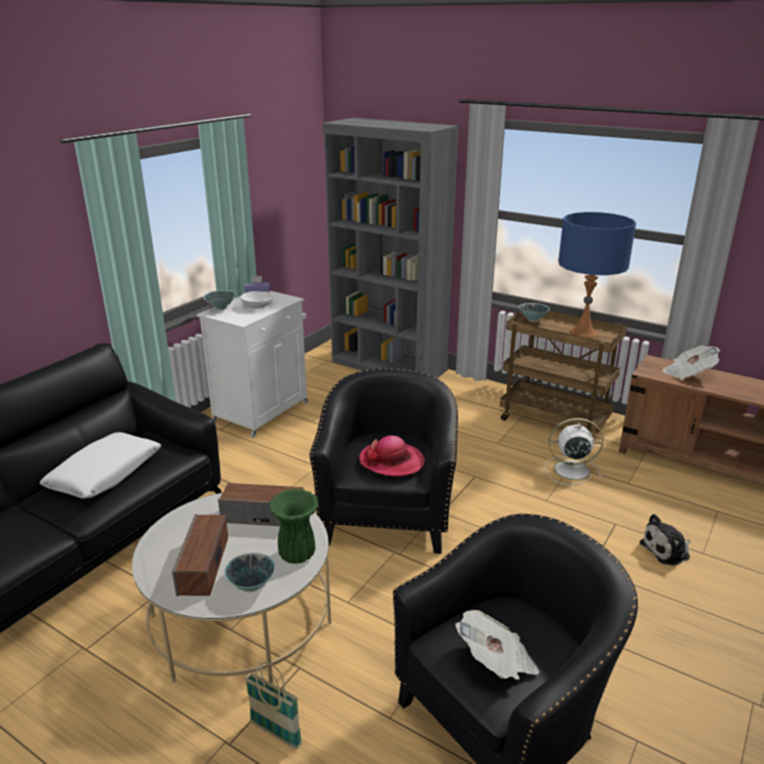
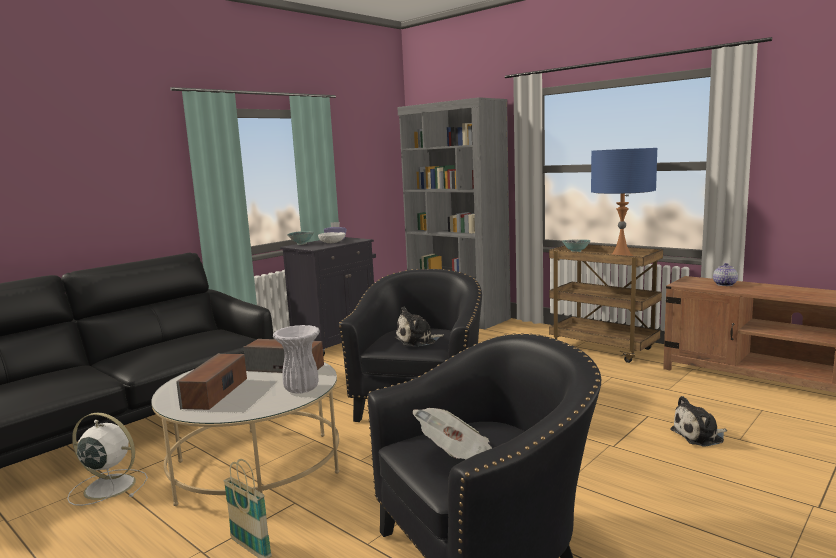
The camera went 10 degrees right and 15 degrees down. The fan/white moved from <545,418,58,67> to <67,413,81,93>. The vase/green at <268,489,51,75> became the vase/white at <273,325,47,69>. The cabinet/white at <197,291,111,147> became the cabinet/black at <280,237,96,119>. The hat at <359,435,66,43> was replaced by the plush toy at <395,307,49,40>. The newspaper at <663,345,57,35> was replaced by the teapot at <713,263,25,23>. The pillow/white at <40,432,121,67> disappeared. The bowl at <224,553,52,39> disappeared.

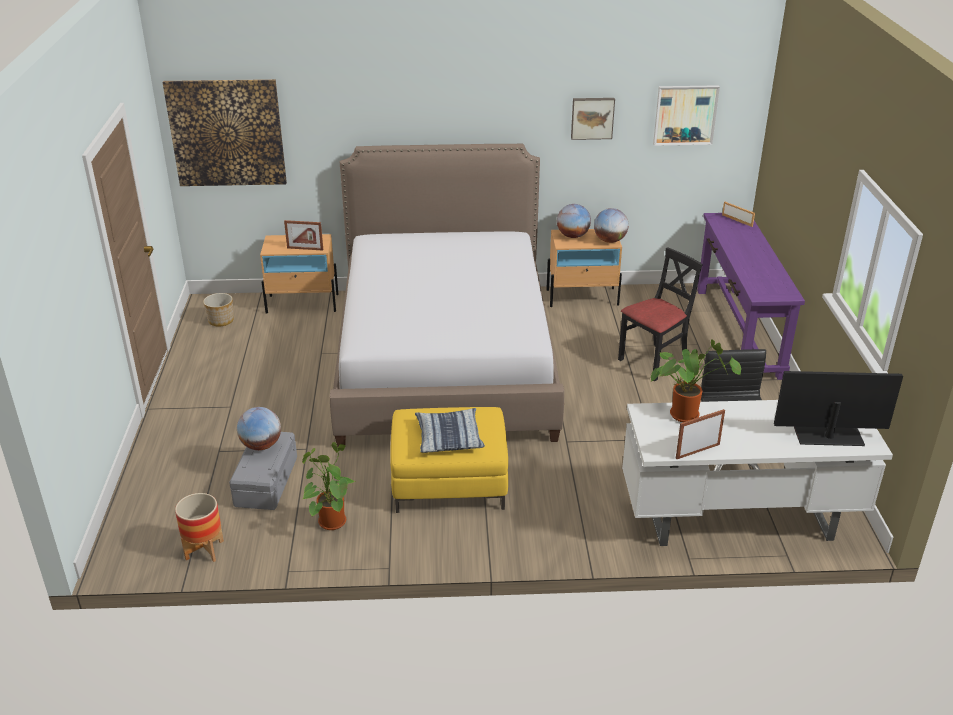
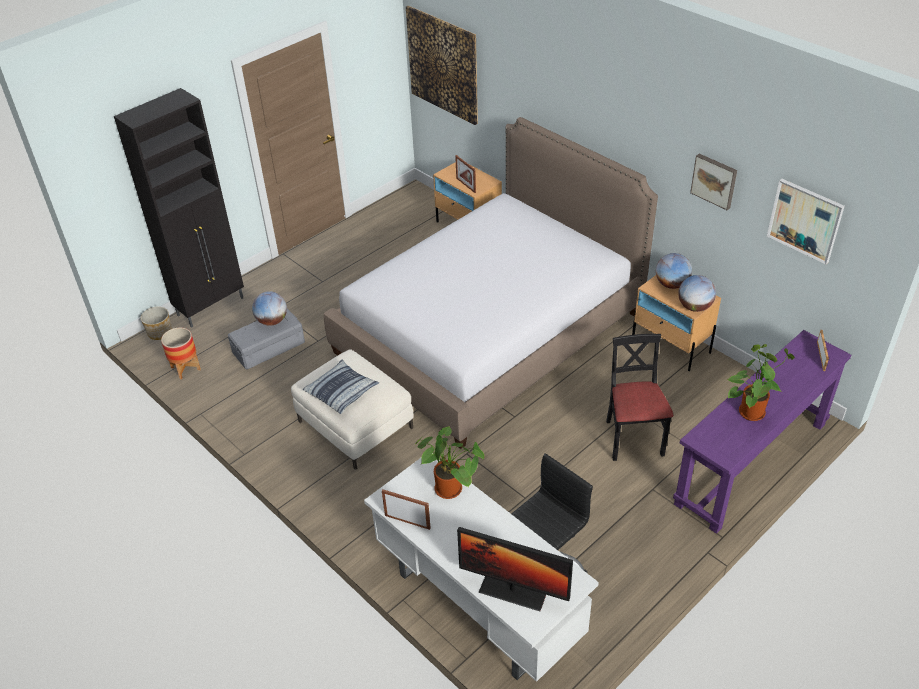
The camera went 50 degrees right and 10 degrees up. The cabinet/black at <114,88,130,240> appeared. The planter moved from <203,293,31,34> to <141,307,31,33>. The ottoman/yellow at <390,407,118,106> became the ottoman/white at <291,349,123,121>. The monitor at <774,371,129,75> turned 150 degrees clockwise. The chair/black at <618,247,85,134> turned 105 degrees counterclockwise. The potted plant moved from <302,442,53,88> to <727,344,68,77>.

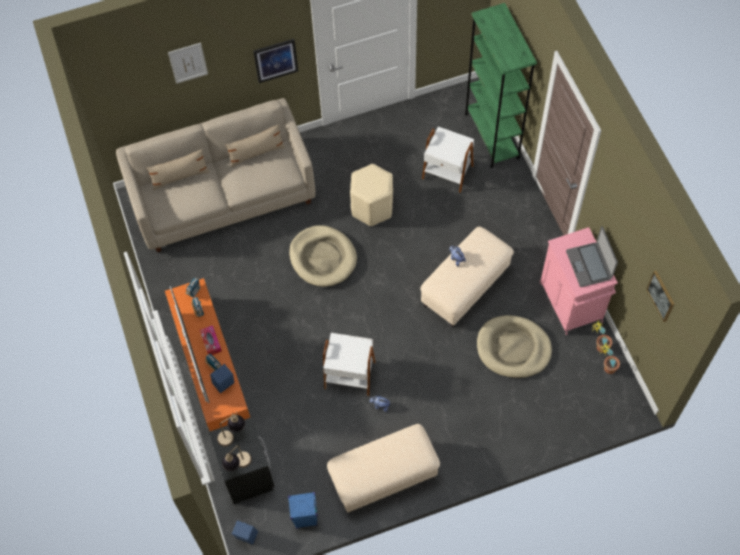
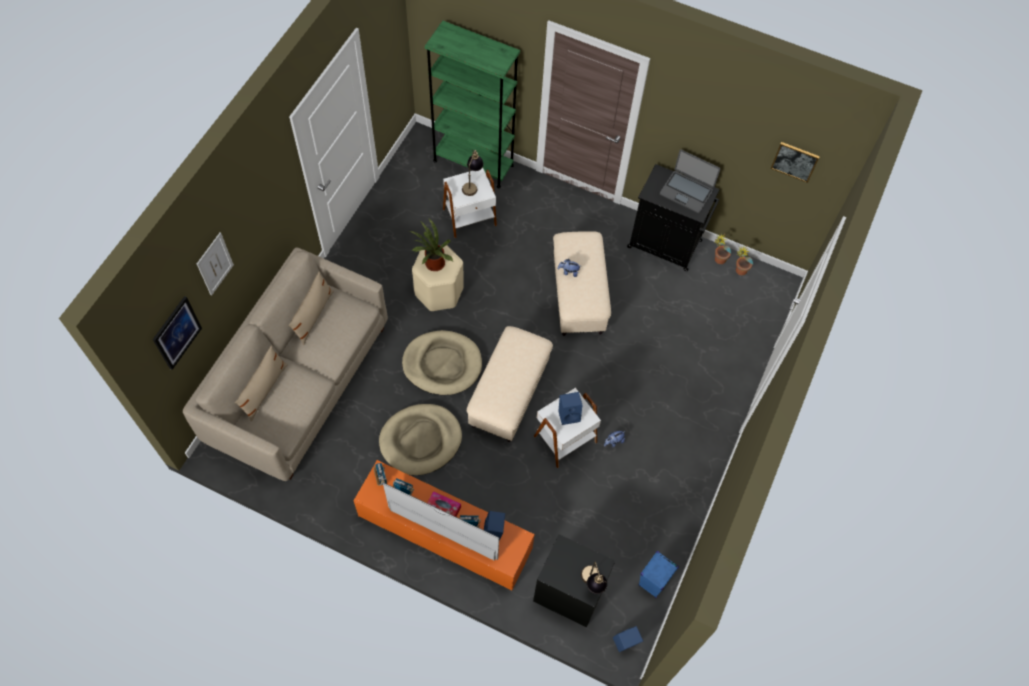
The camera went 50 degrees left and 0 degrees up. The picture moved from <253,39,45,44> to <153,296,49,74>. The dog bed/beige moved from <477,315,75,63> to <379,404,83,71>. The potted plant at <409,219,44,52> appeared. The table lamp moved from <217,411,28,35> to <462,150,22,46>. The ottoman/beige moved from <327,424,113,88> to <467,326,86,116>. The speaker/blue at <558,392,24,33> appeared. The cabinet/pink at <540,227,78,108> became the cabinet/black at <627,164,93,107>.

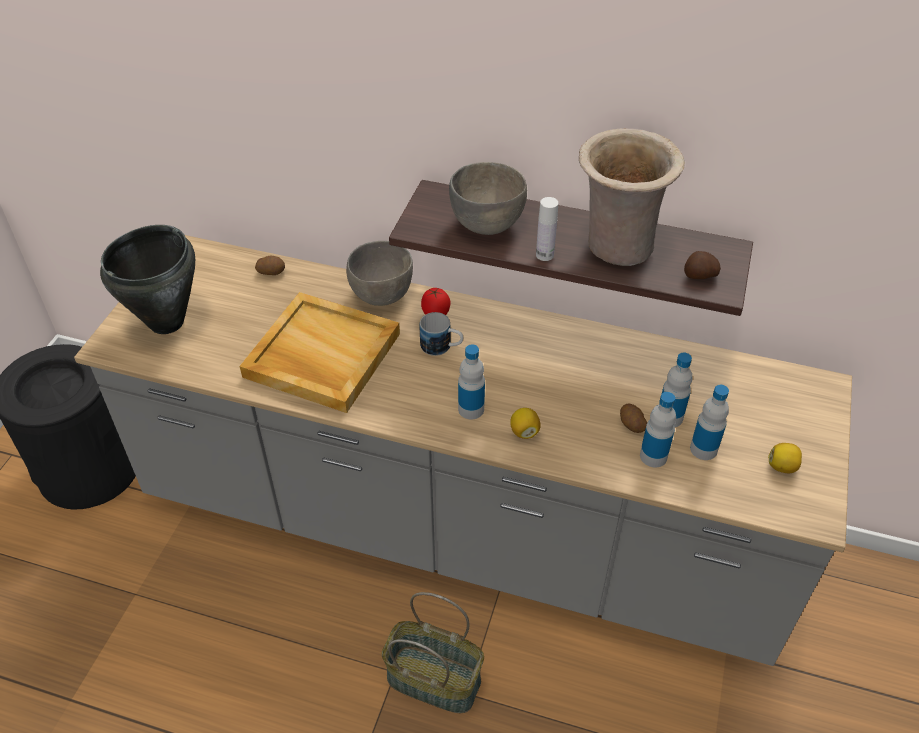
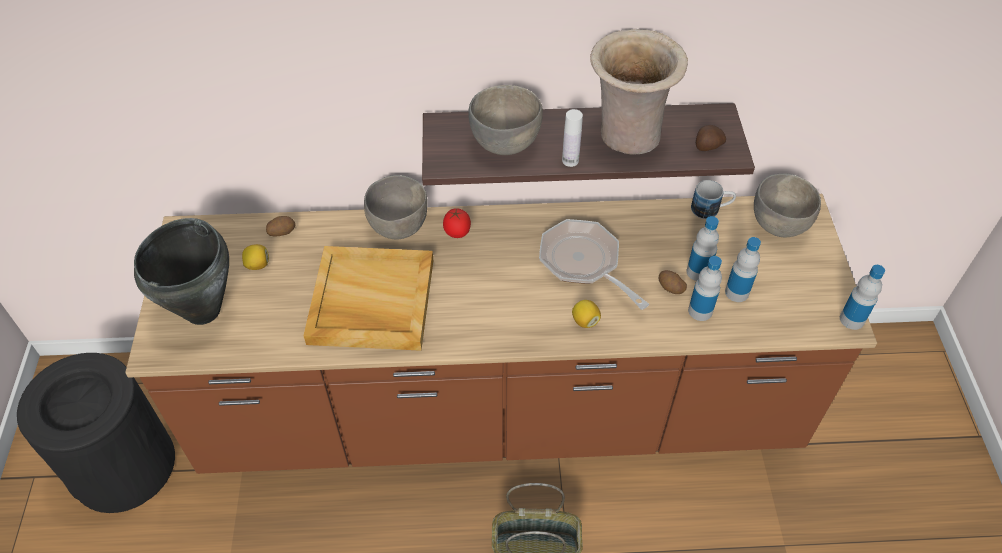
The camera went 20 degrees left and 5 degrees up. The counter/grey at <74,235,778,431> became the counter/brown at <125,194,752,280>. The lemon moved from <768,443,34,30> to <242,244,27,26>. The frying pan at <539,219,110,91> appeared. The mug moved from <420,312,43,44> to <691,180,45,39>. The bowl/grey at <754,174,67,63> appeared. The bottle moved from <458,344,27,75> to <840,265,45,65>.

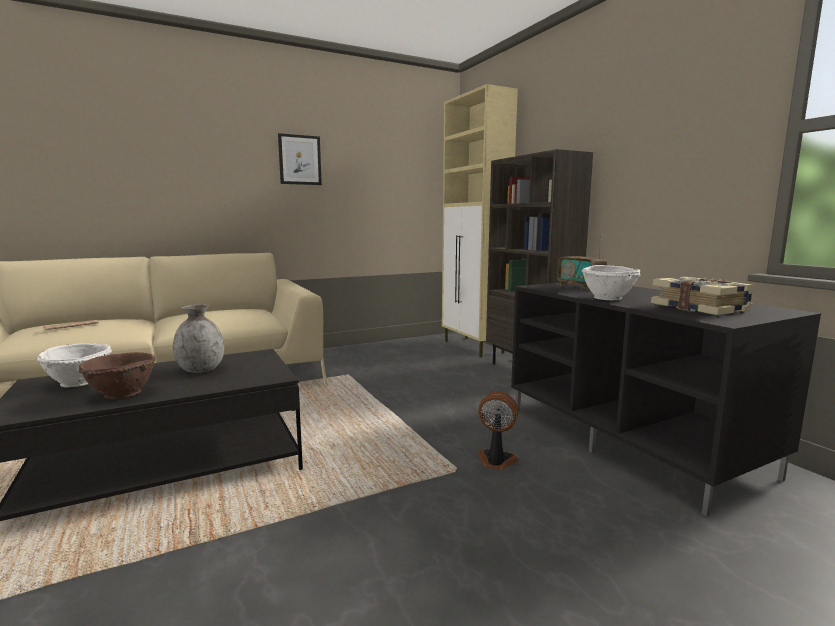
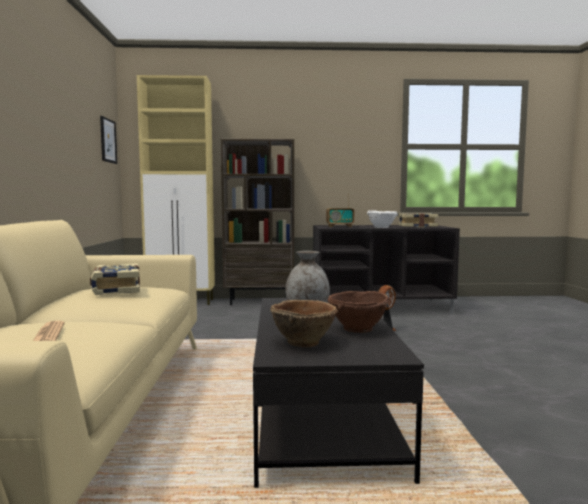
The camera went 65 degrees left and 5 degrees down. The book at <90,263,50,32> appeared. The picture moved from <278,133,44,52> to <100,116,17,48>. The bowl/white at <37,343,75,44> became the bowl/brown at <270,300,68,47>.

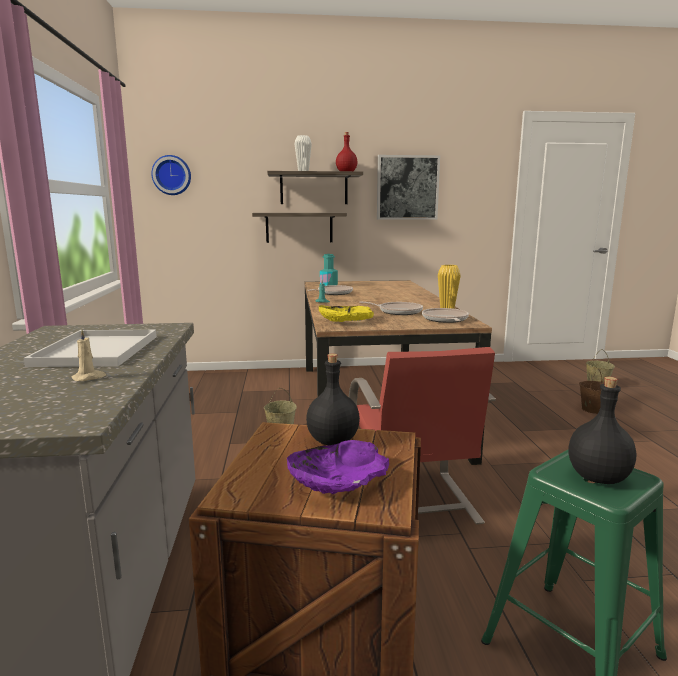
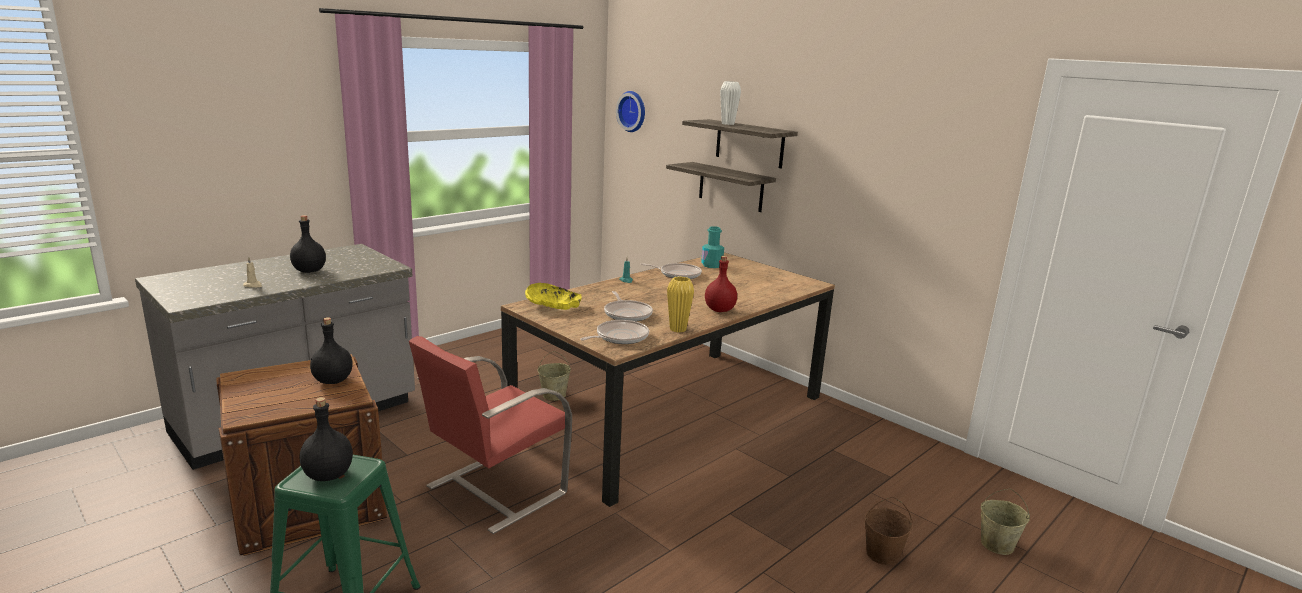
The camera went 50 degrees right and 5 degrees up. The tray/white at <24,330,133,37> was replaced by the bottle/black at <290,215,36,58>. The bottle/red moved from <336,132,21,39> to <705,256,32,56>. The bowl/purple at <287,440,102,54> disappeared. The picture at <377,155,63,65> disappeared.

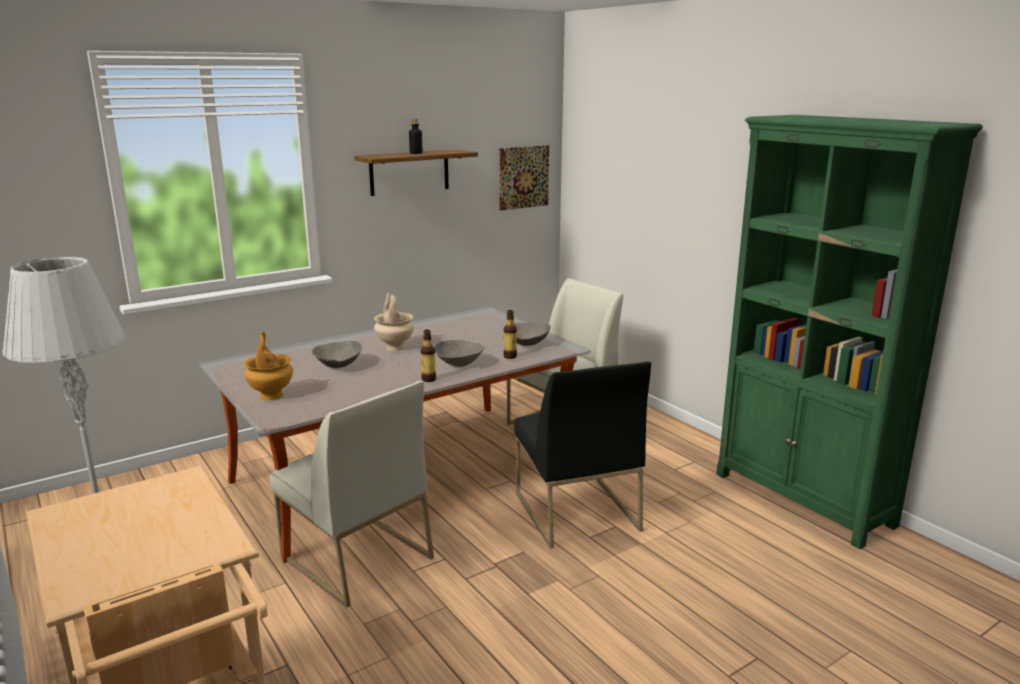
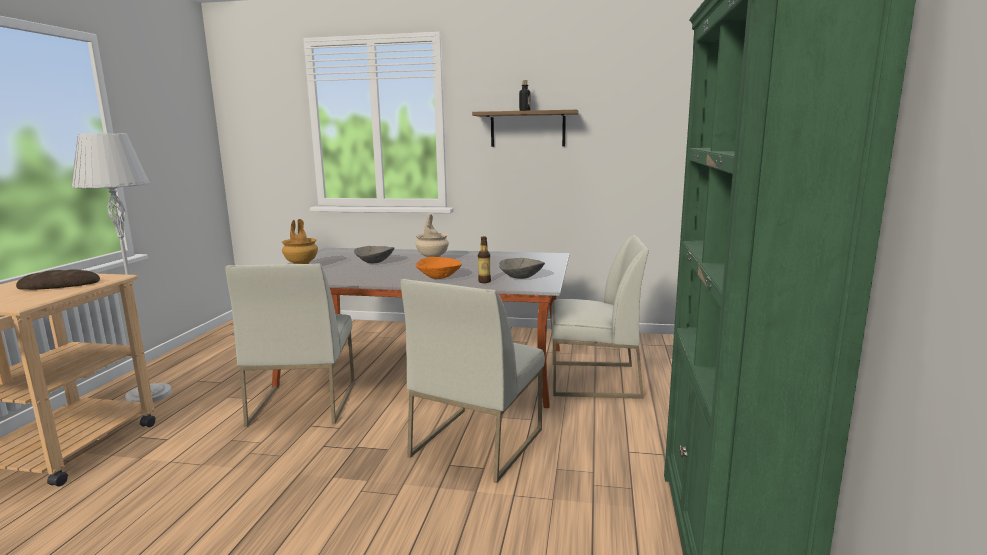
The camera went 45 degrees right and 5 degrees down. The bread at <16,269,84,21> appeared. The chair/black at <514,361,137,187> became the chair/white at <401,279,144,204>. The bowl/grey at <434,340,50,27> became the bowl/orange at <415,257,47,22>. The bottle at <421,329,15,53> disappeared. The picture at <499,145,50,66> disappeared.

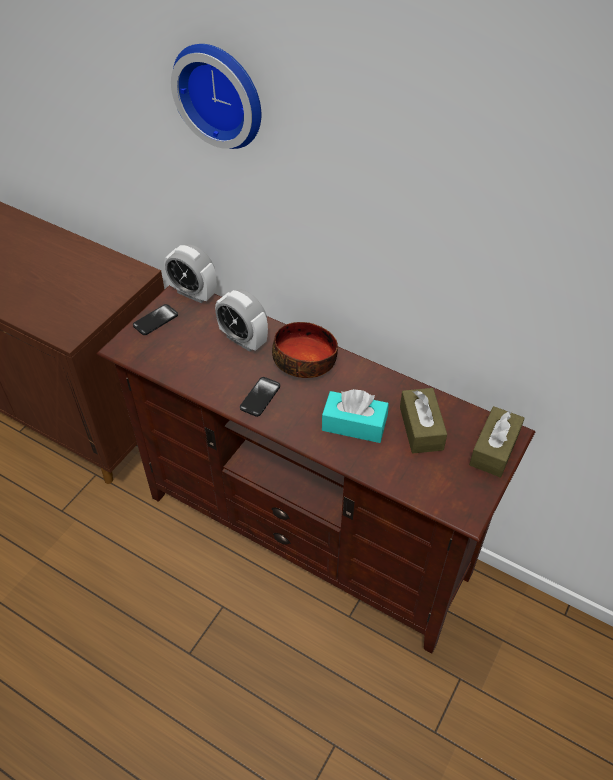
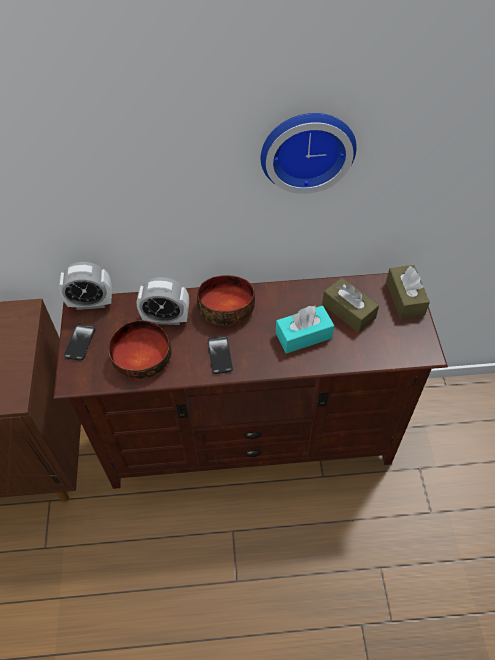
The camera went 35 degrees left and 5 degrees up. The bowl at <108,320,64,59> appeared. The wall clock moved from <171,44,90,105> to <261,113,96,81>.

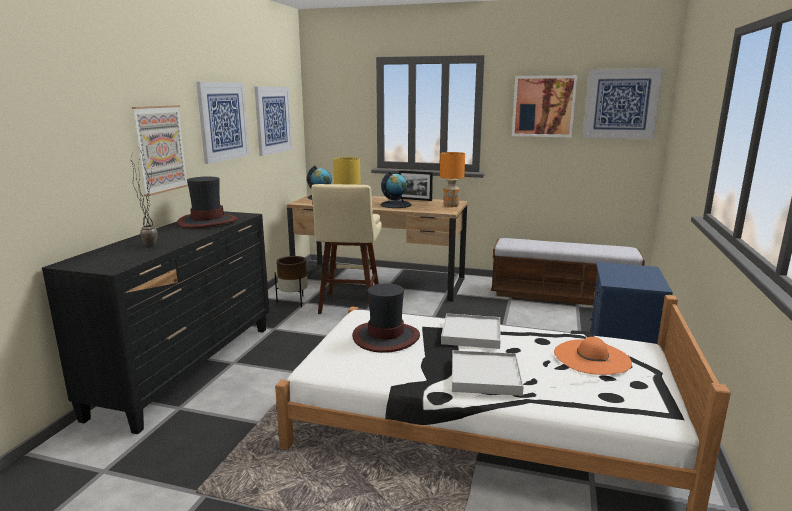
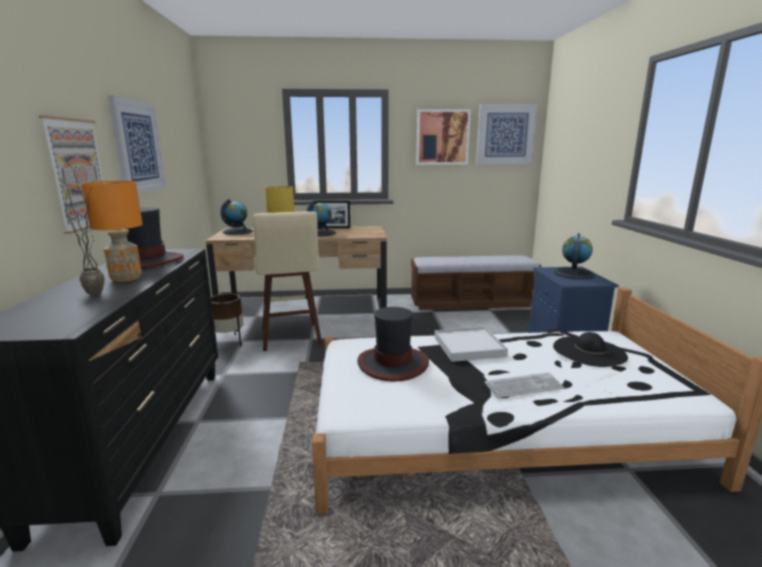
The camera went 20 degrees left and 0 degrees up. The table lamp/orange moved from <440,152,25,55> to <82,181,61,101>. The tray/white at <452,350,72,46> was replaced by the keyboard at <485,373,79,25>. The hat/orange at <554,337,78,38> became the hat/black at <553,332,75,35>. The globe at <554,233,41,46> appeared. The picture at <254,87,38,69> disappeared.

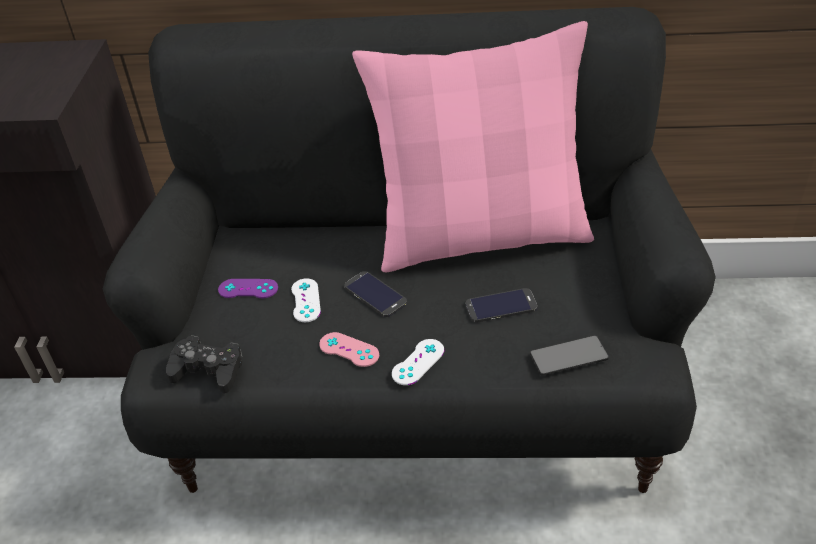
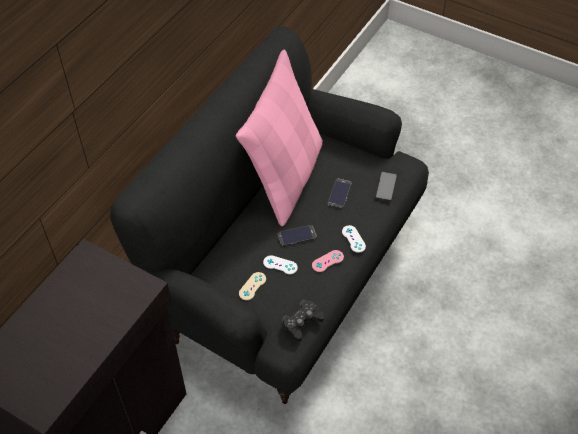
The camera went 65 degrees left and 10 degrees up. The game controller/purple at <218,279,60,19> became the game controller/beige at <239,272,27,28>.

